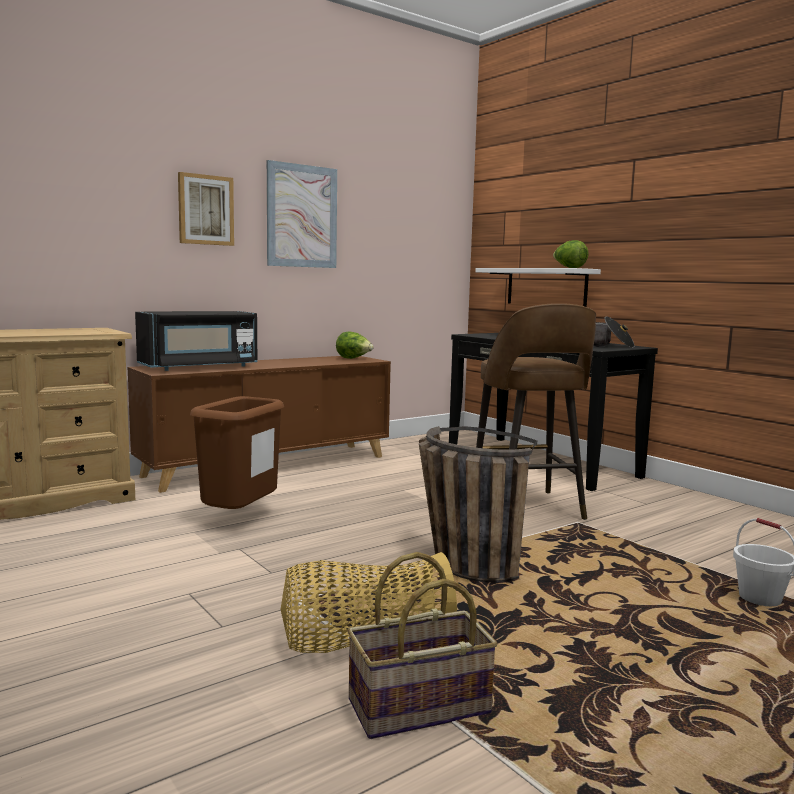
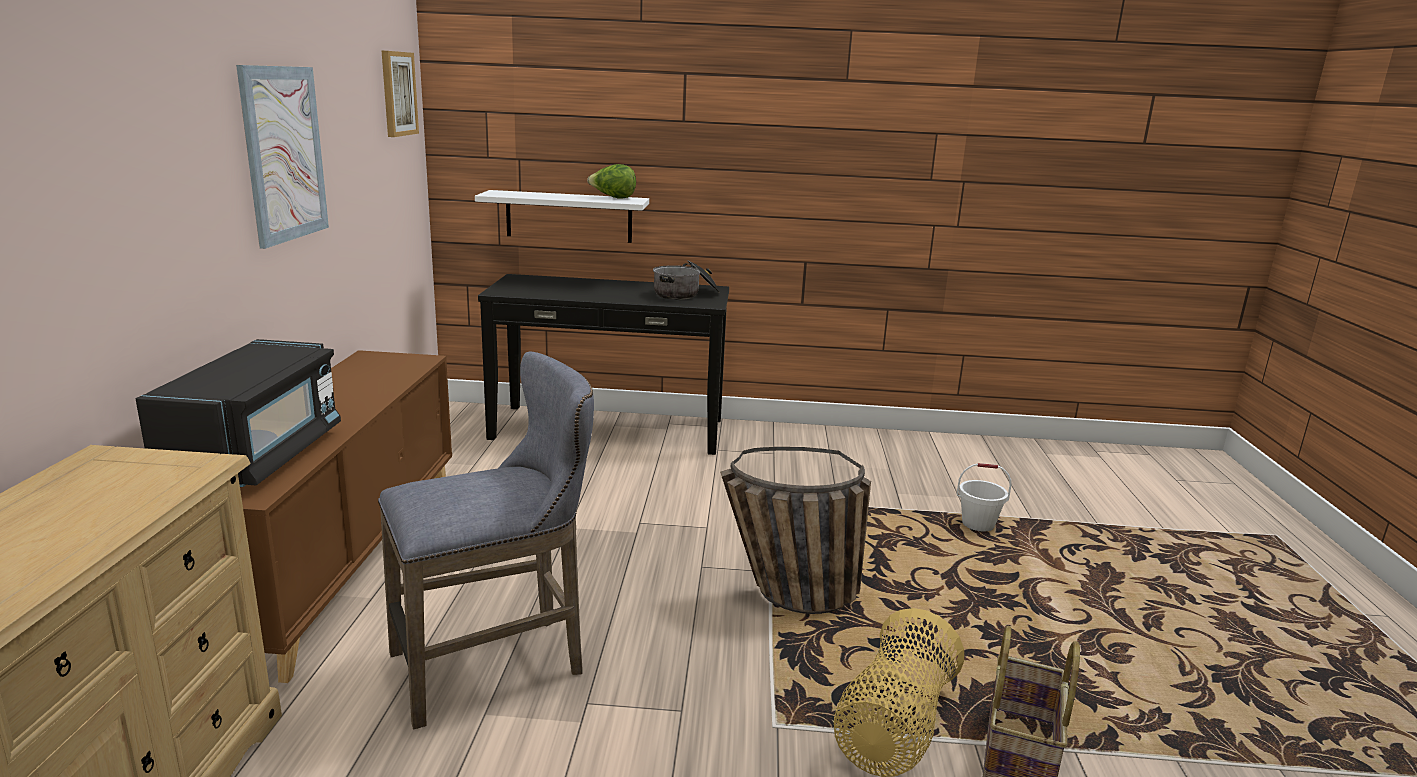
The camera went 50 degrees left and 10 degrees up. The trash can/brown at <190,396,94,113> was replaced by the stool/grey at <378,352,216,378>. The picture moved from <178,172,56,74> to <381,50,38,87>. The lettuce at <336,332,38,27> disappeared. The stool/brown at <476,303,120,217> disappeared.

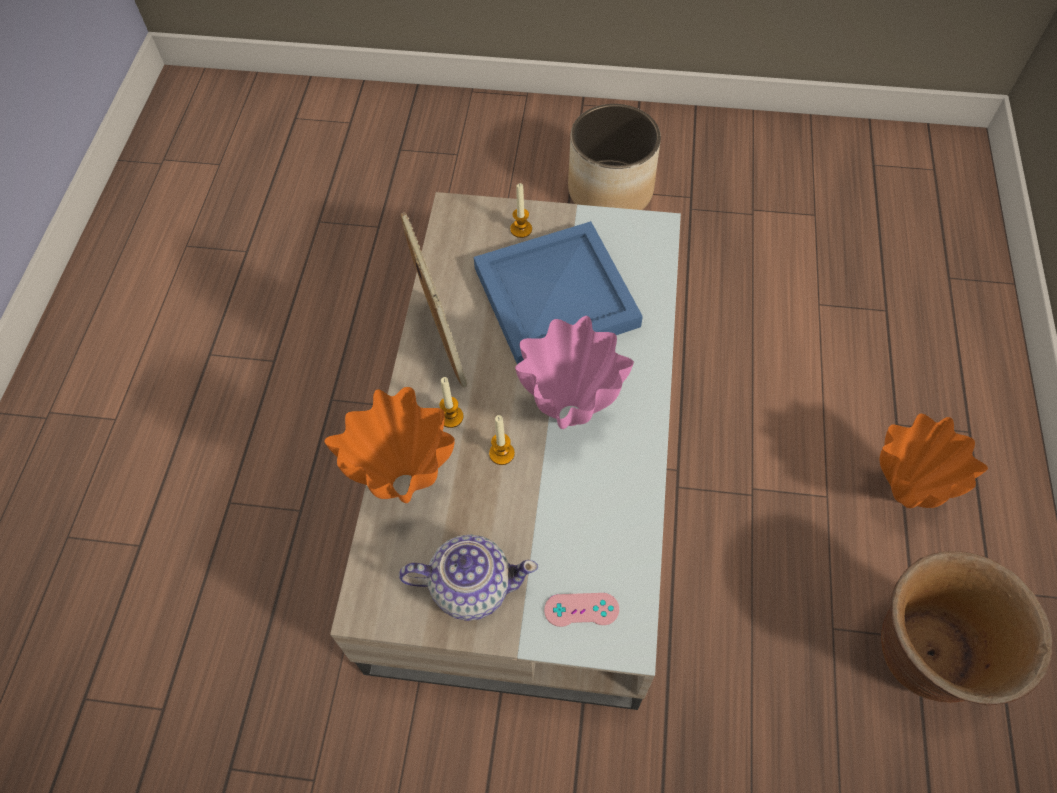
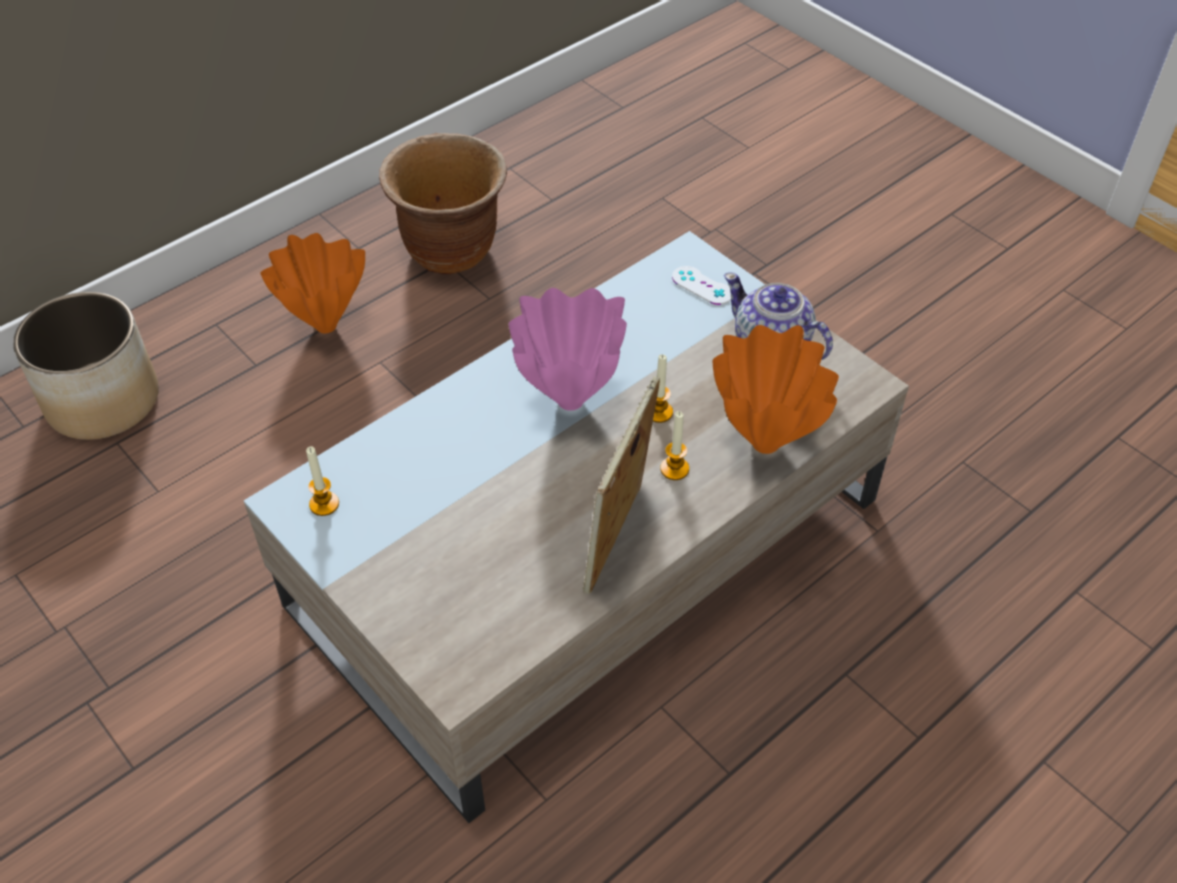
The camera went 140 degrees left and 10 degrees down. The planter moved from <568,104,93,106> to <13,292,146,148>. The candle moved from <510,183,22,55> to <306,446,33,70>. The game controller/pink at <544,593,75,34> became the game controller/white at <672,266,59,39>. The tray/blue at <474,221,169,143> disappeared.

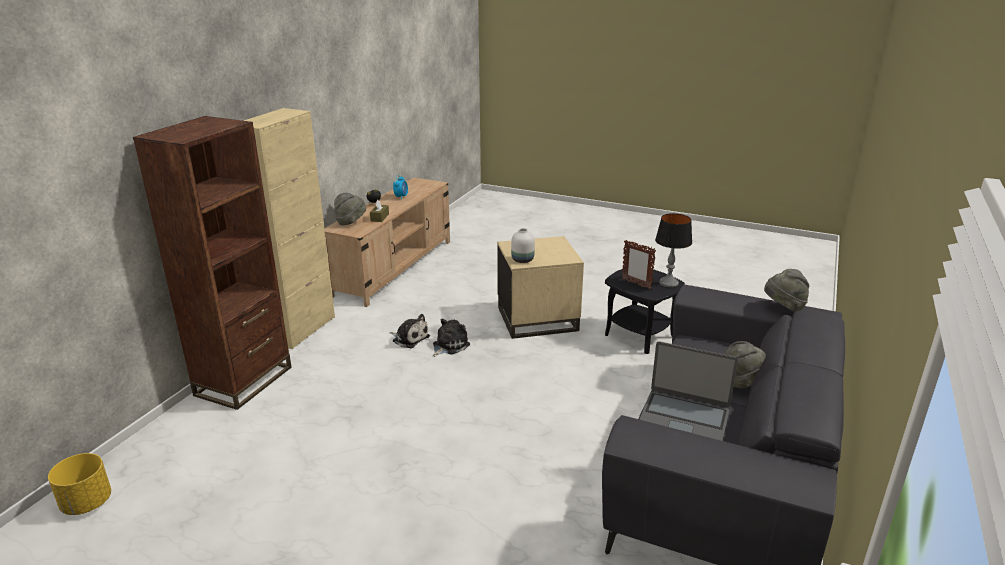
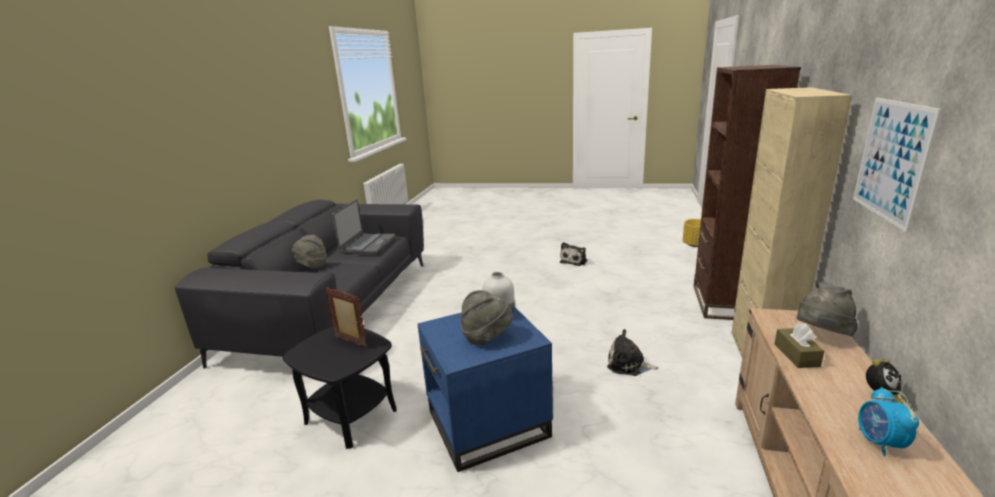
The camera went 170 degrees right and 5 degrees down. The laptop at <639,341,99,100> turned 90 degrees clockwise. The side table/beige at <497,236,87,103> became the side table/blue at <417,307,136,165>. The hat/grey moved from <764,269,45,43> to <461,290,52,55>. The plush toy moved from <433,319,37,38> to <560,242,27,24>. The picture at <853,98,88,134> appeared. The table lamp at <655,213,37,75> disappeared.

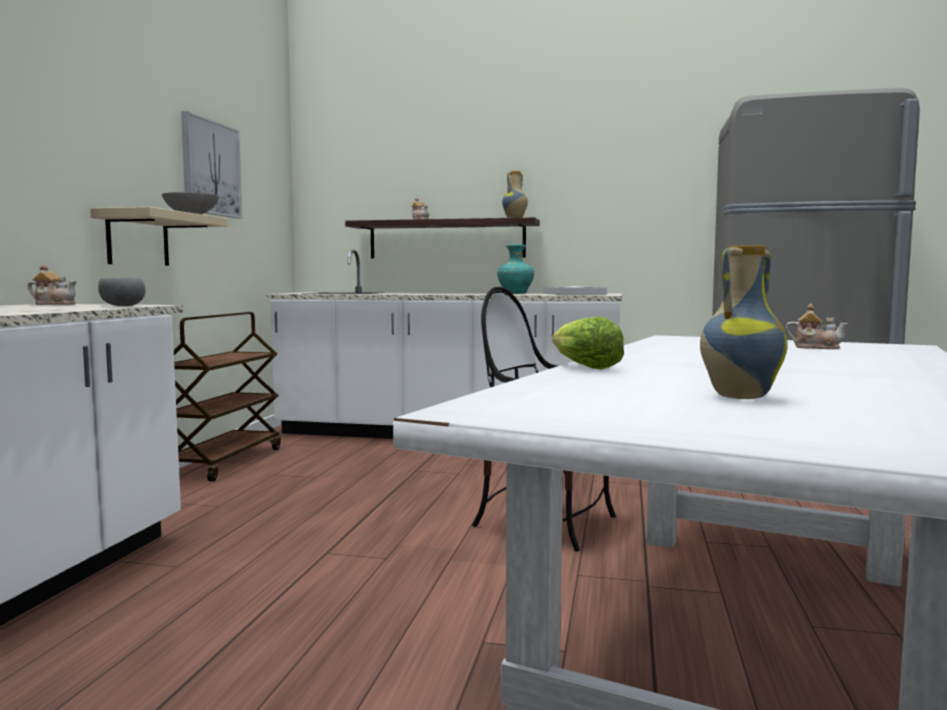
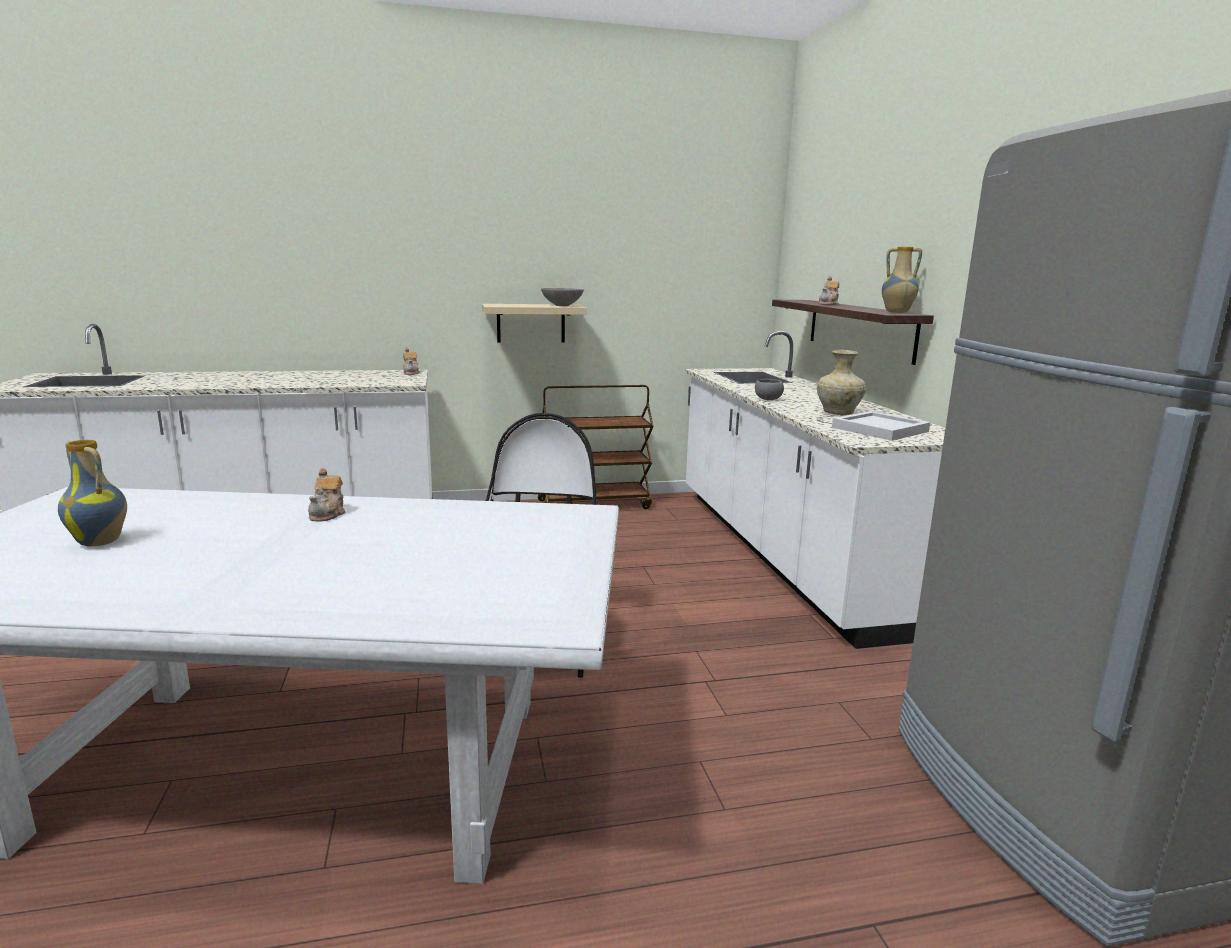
The camera went 65 degrees right and 10 degrees up. The teapot moved from <786,304,63,45> to <308,468,38,54>. The bowl/grey moved from <98,278,48,28> to <755,379,29,21>. The vase/turquoise at <497,244,37,50> became the vase/beige at <817,350,49,65>. The picture at <181,111,61,107> disappeared. The lettuce at <552,317,72,53> disappeared.

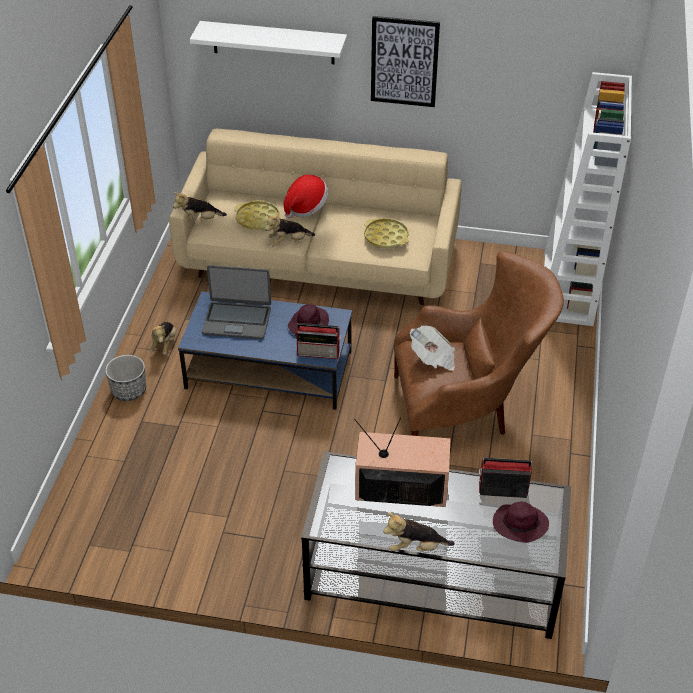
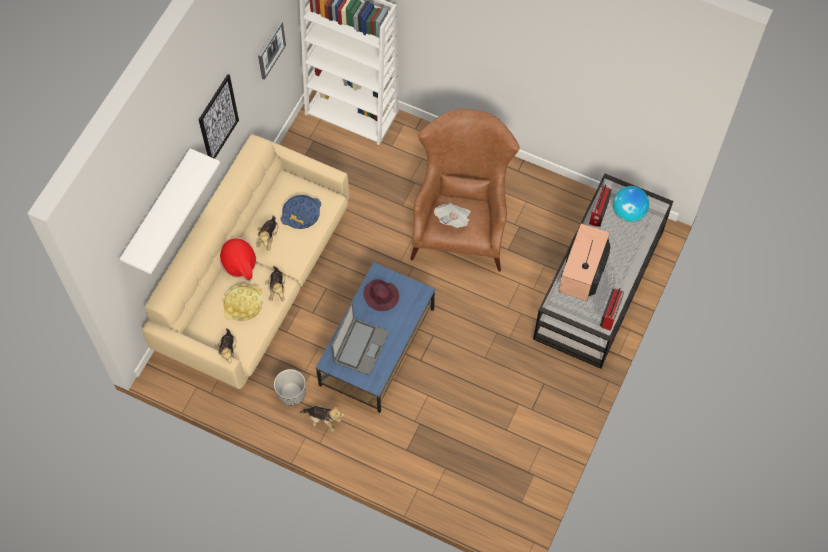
The camera went 75 degrees left and 20 degrees up. The plush toy moved from <383,513,72,39> to <256,216,23,35>. The picture at <258,21,28,59> appeared. The planter moved from <105,355,41,46> to <274,369,32,37>. The tray/yellow at <364,218,45,30> became the tray/blue at <280,195,41,34>. The radio moved from <296,323,45,36> to <600,288,24,43>. The hat/purple at <493,502,56,41> was replaced by the globe at <613,186,36,36>.

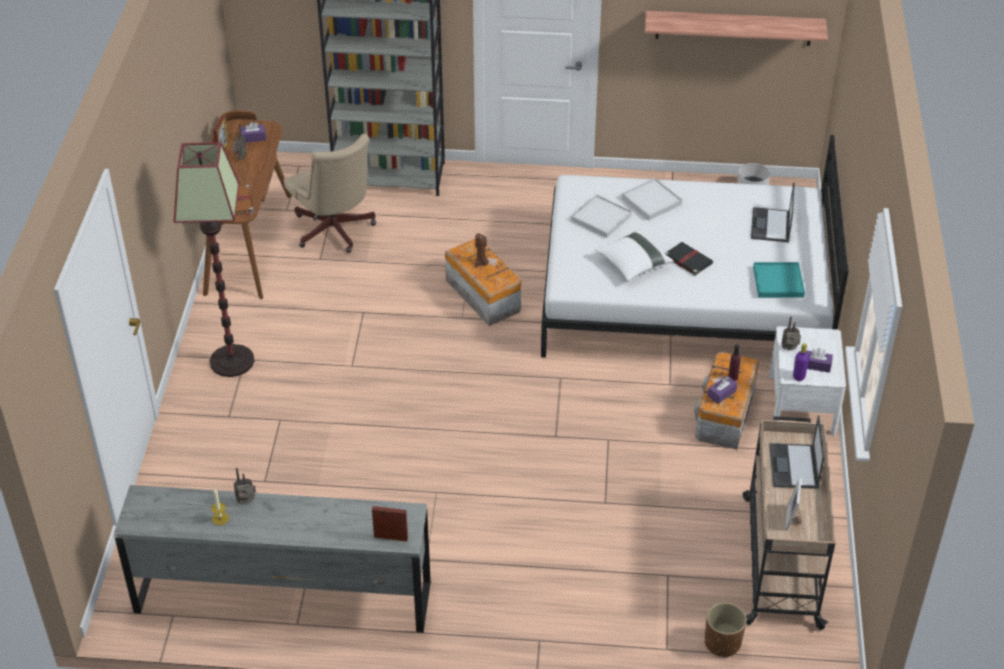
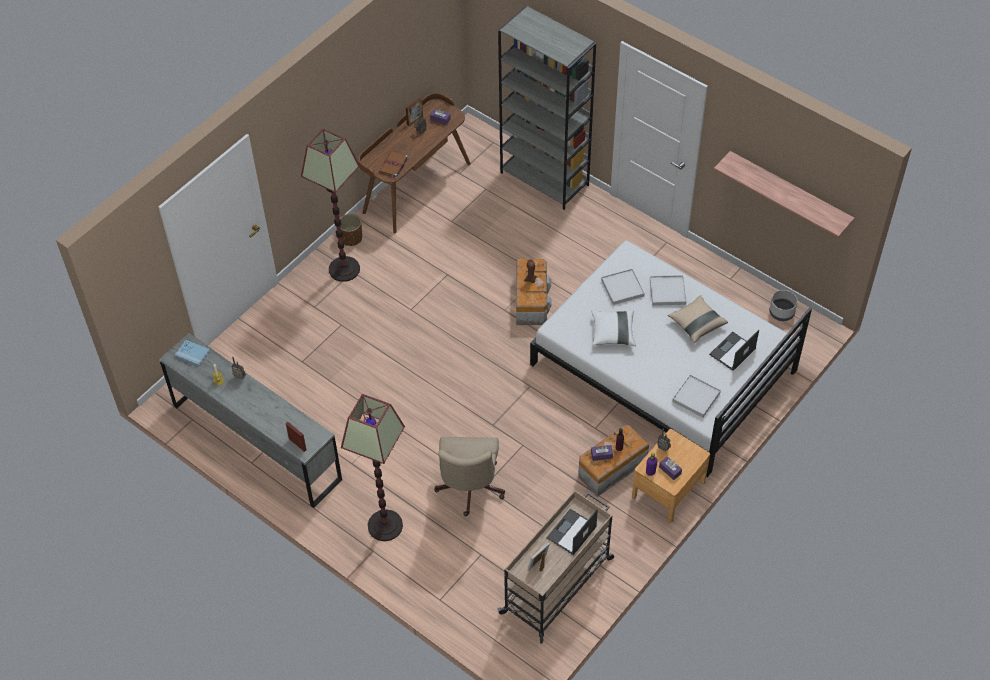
The camera went 35 degrees right and 10 degrees up. The book/blue at <175,340,35,27> appeared. The planter/brown moved from <705,602,42,56> to <340,214,22,32>. The floor lamp at <341,394,64,147> appeared. The office chair/beige moved from <284,133,92,120> to <434,437,71,79>. The nightstand/white at <769,326,77,110> became the nightstand/brown at <632,429,78,94>. The pillow/beige at <668,295,60,48> appeared. The tray/turquoise at <753,262,52,36> became the tray/white at <672,375,49,42>. The book/black at <665,242,48,34> disappeared.

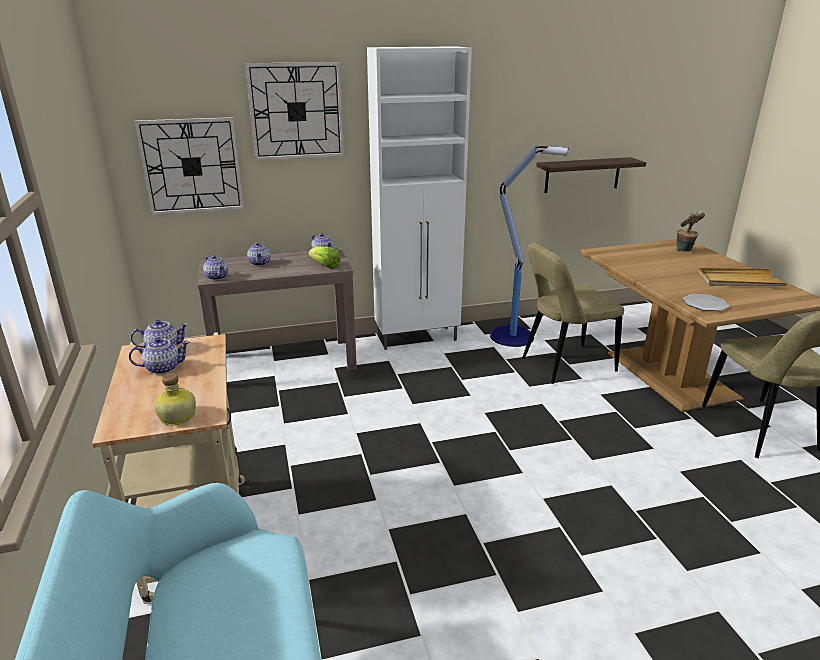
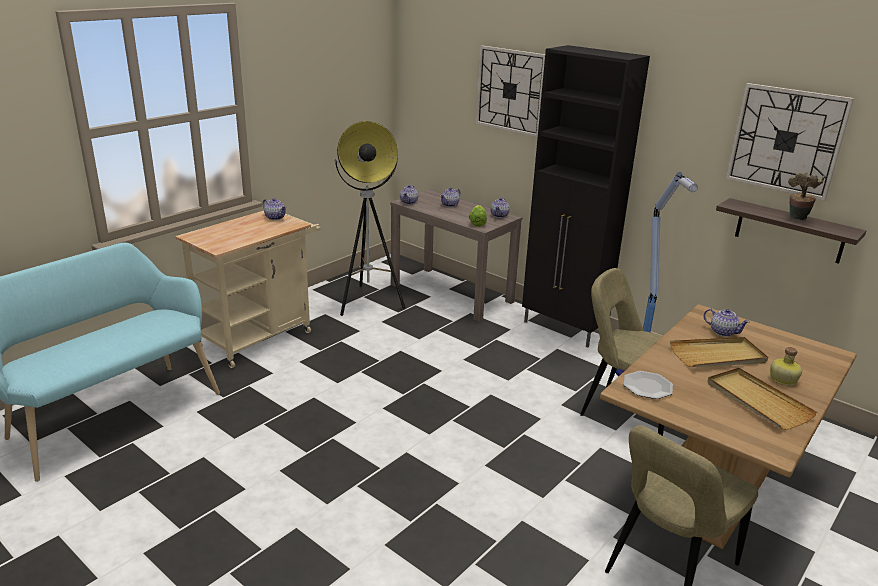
The camera went 55 degrees right and 0 degrees up. The floor lamp at <335,121,71,195> appeared. The cabinet/white at <367,46,105,304> became the cabinet/black at <522,45,128,303>. The tray/beige at <670,337,98,30> appeared. The teapot moved from <129,337,61,37> to <703,308,47,29>. The wall clock moved from <134,117,110,98> to <726,83,128,118>. The bottle moved from <154,373,42,52> to <770,347,32,38>. The potted plant moved from <677,211,28,41> to <788,172,37,48>.

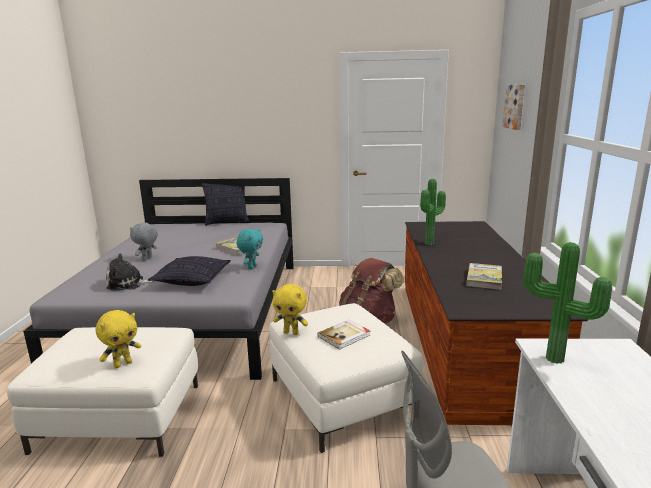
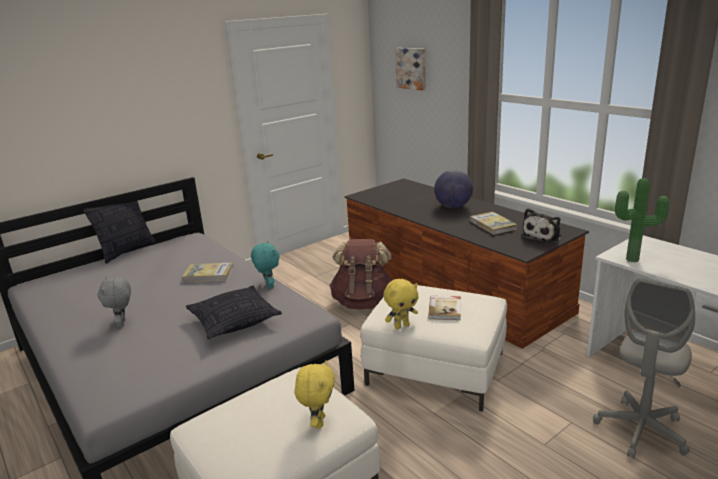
The camera went 40 degrees left and 5 degrees up. The globe at <434,170,39,38> appeared. The plush toy moved from <106,253,49,38> to <521,208,41,35>. The potted plant at <420,179,26,66> disappeared.

